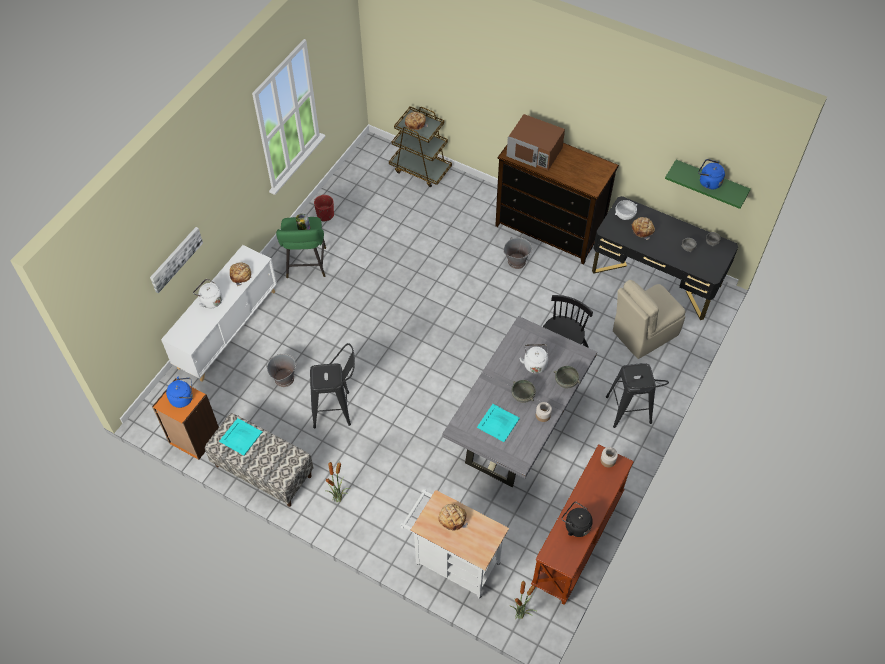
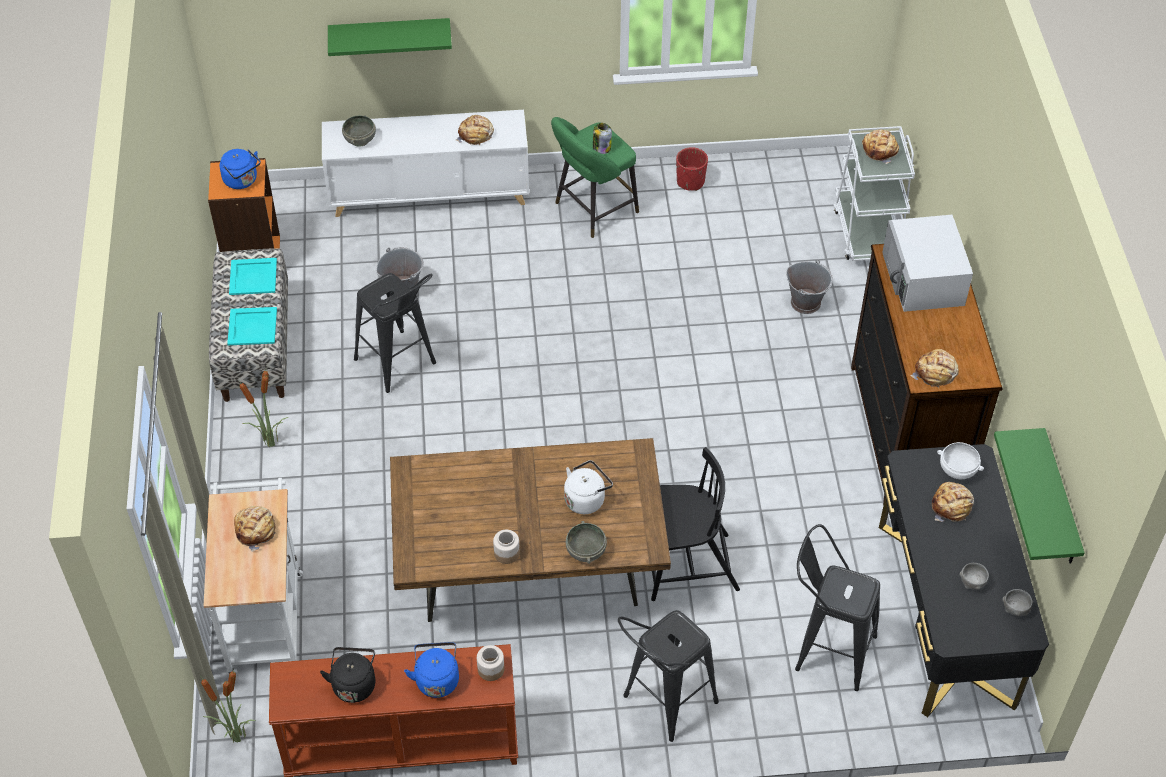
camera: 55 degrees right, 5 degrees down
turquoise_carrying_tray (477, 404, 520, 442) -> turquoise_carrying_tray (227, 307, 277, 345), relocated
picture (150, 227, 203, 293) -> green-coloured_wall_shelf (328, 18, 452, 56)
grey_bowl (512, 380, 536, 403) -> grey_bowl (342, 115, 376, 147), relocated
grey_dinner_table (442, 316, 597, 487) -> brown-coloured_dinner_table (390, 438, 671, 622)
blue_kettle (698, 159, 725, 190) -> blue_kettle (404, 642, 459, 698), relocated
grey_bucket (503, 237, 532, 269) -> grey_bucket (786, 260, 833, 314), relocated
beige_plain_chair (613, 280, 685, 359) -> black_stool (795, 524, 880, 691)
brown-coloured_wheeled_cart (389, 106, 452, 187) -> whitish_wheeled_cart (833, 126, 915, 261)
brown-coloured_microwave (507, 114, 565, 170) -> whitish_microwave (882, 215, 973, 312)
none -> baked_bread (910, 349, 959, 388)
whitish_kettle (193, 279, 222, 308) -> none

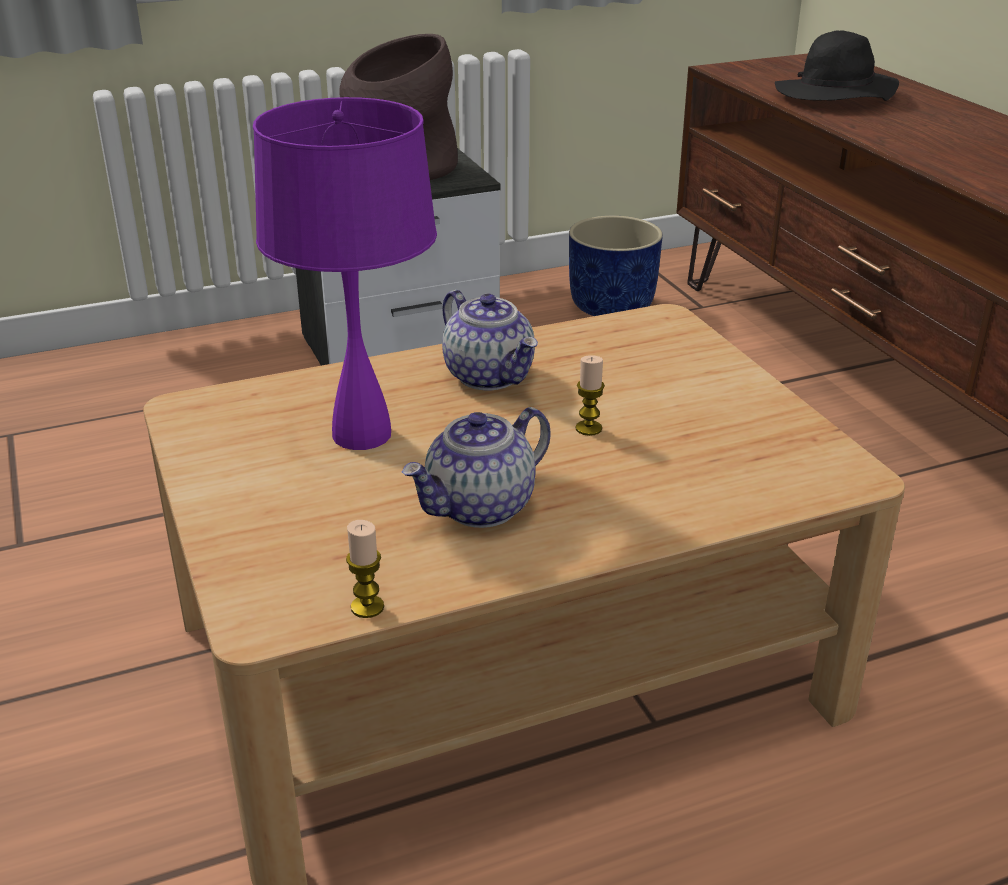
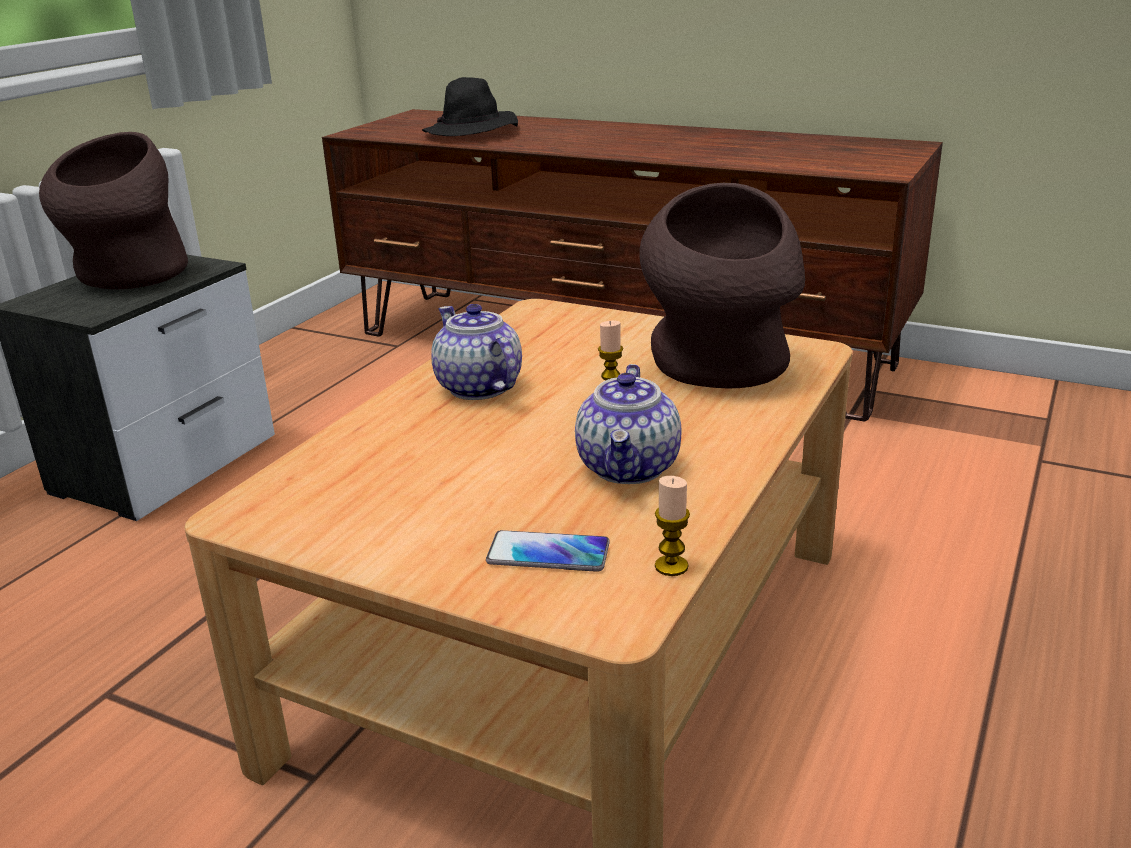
camera: 40 degrees left, 5 degrees down
tea_pot (442, 290, 538, 391) -> tea_pot (431, 304, 522, 400), 135 degrees counterclockwise
none -> handset (486, 530, 610, 572)
none -> brown-coloured_decorative_vase (639, 183, 805, 388)
purple_tabletop_lamp (253, 97, 437, 450) -> none
blue_flower_pot (569, 216, 663, 316) -> none

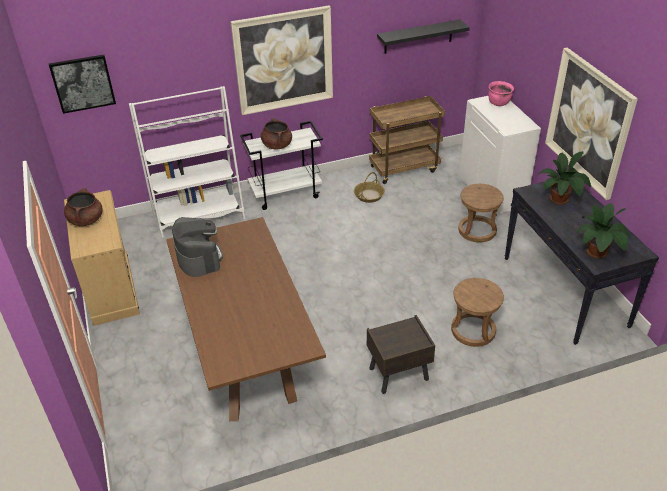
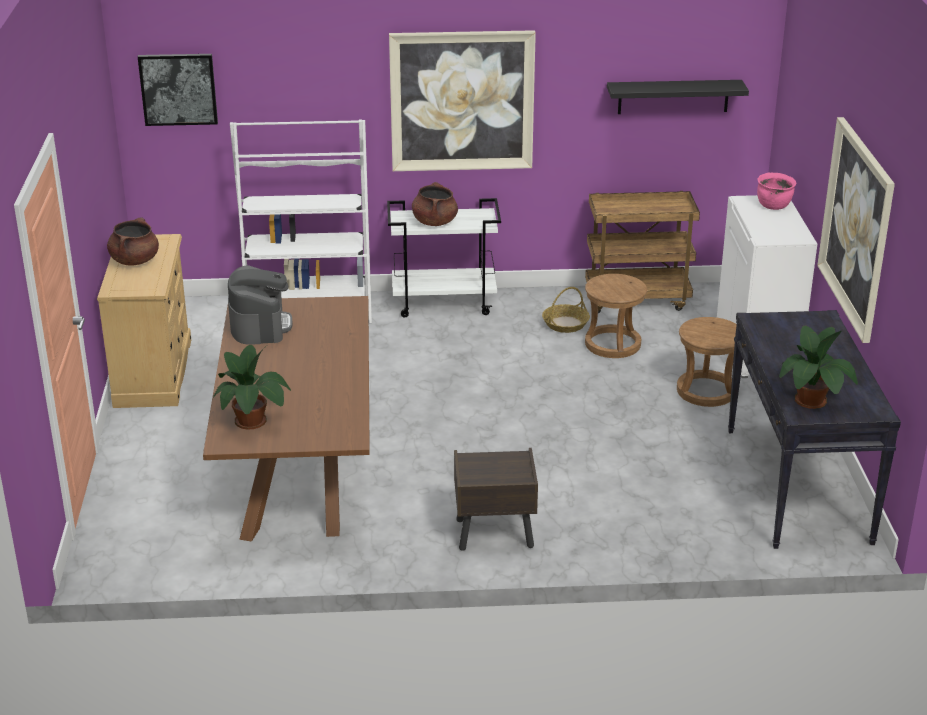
camera: 15 degrees right, 10 degrees down
plant_in_a_pot (537, 151, 591, 205) -> plant_in_a_pot (213, 345, 291, 430), relocated
brown-coloured_stool (451, 278, 504, 347) -> brown-coloured_stool (585, 274, 647, 358), relocated

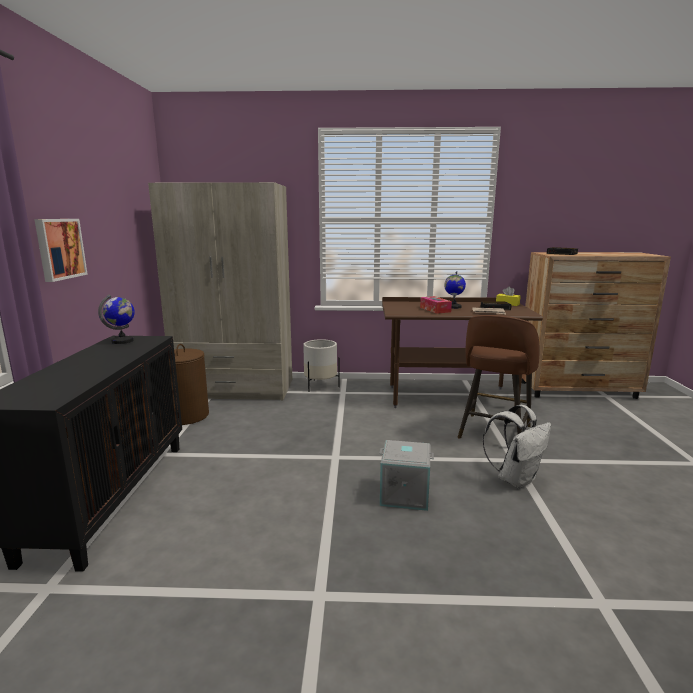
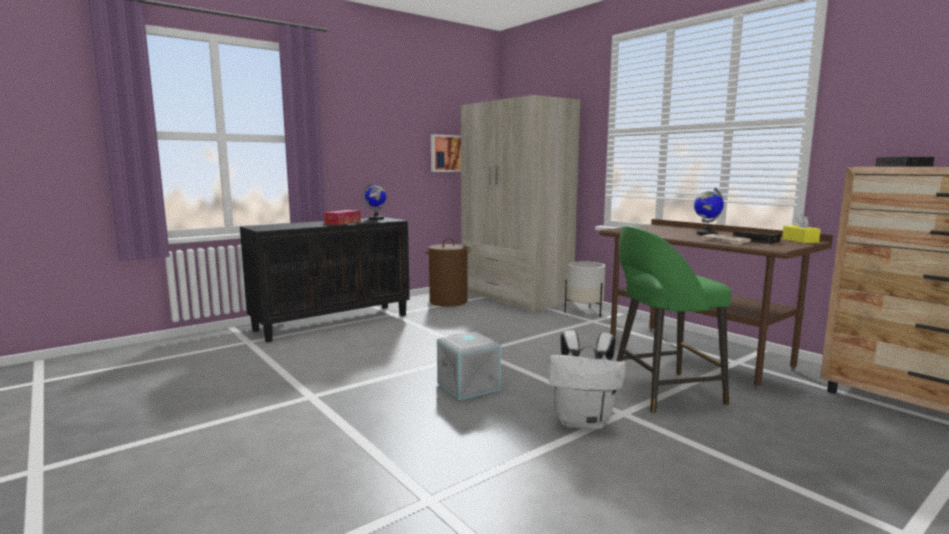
camera: 50 degrees right, 5 degrees down
tissue_holder (420, 296, 452, 314) -> tissue_holder (324, 210, 361, 225), relocated
picture (34, 219, 88, 282) -> picture (431, 134, 461, 172), relocated
brown-coloured_stool (458, 315, 540, 438) -> green-coloured_stool (617, 226, 731, 413)

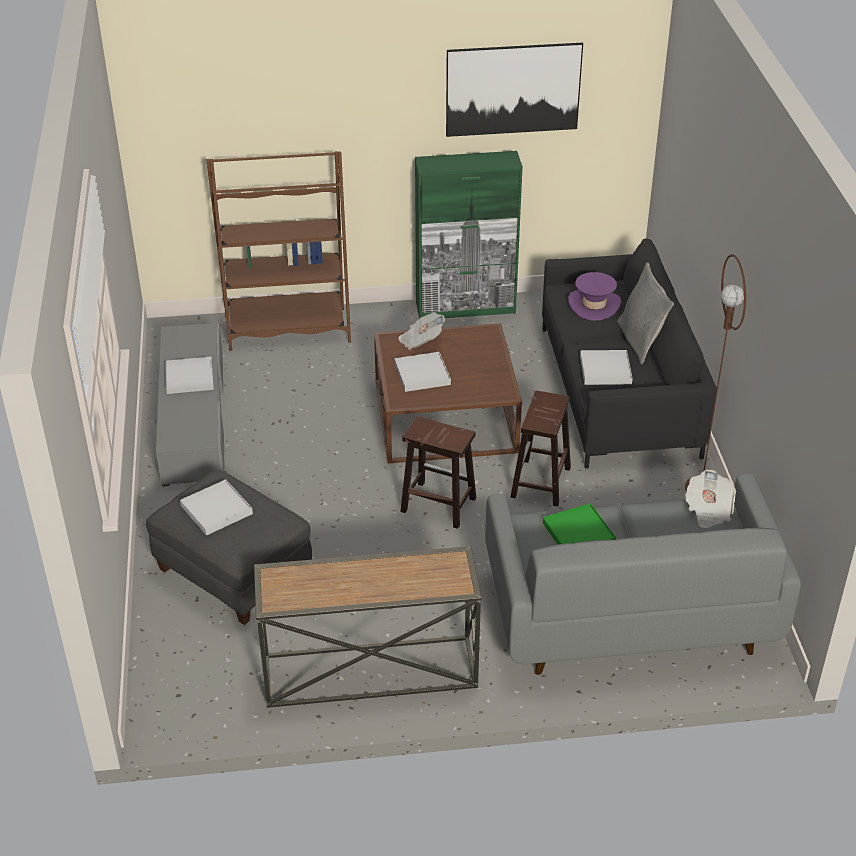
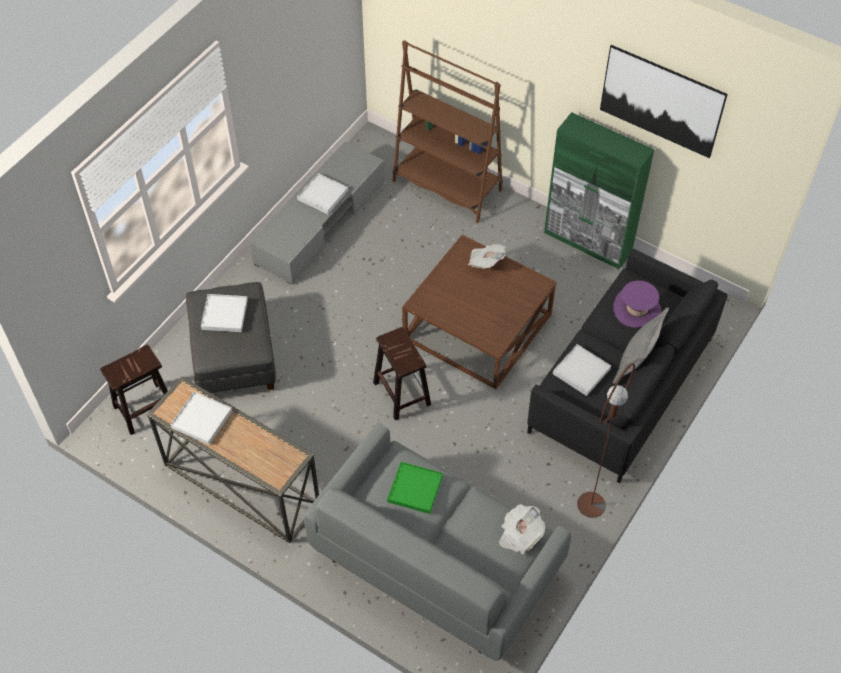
camera: 40 degrees right, 15 degrees up
brown-coloured_stool (511, 390, 571, 507) -> brown-coloured_stool (100, 344, 168, 435), relocated
whitish_carrying_tray (394, 352, 451, 392) -> whitish_carrying_tray (171, 391, 232, 445), relocated

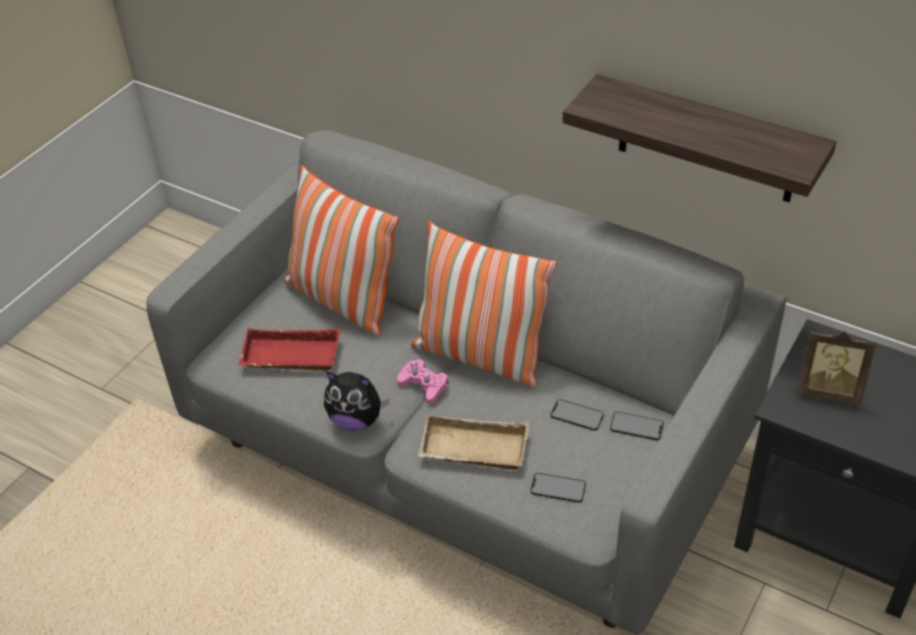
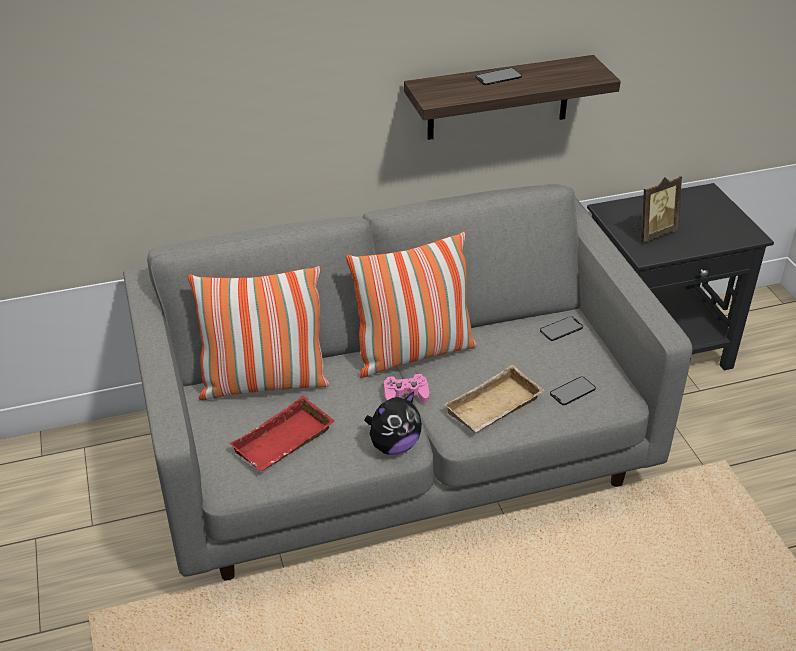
camera: 50 degrees left, 5 degrees down
handset (551, 399, 604, 431) -> handset (476, 68, 522, 85), relocated

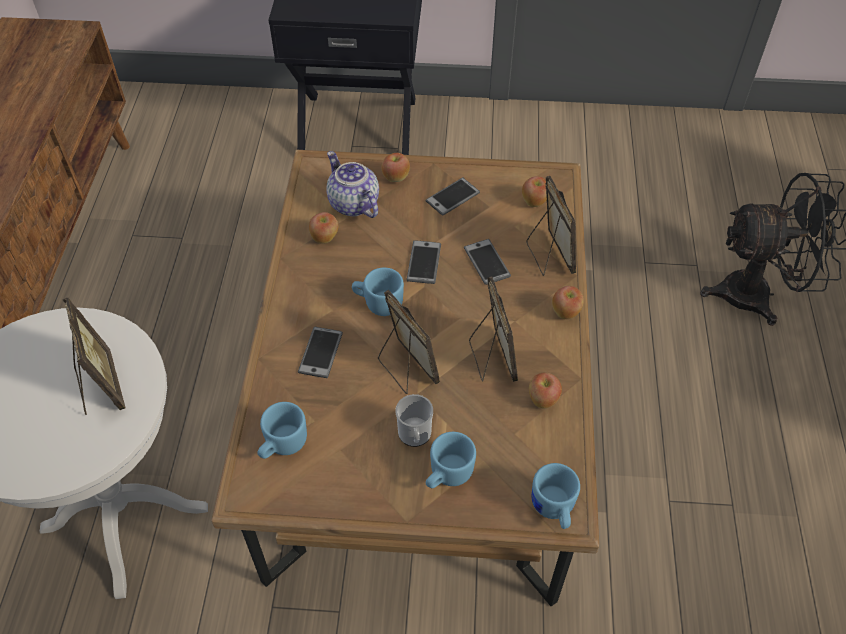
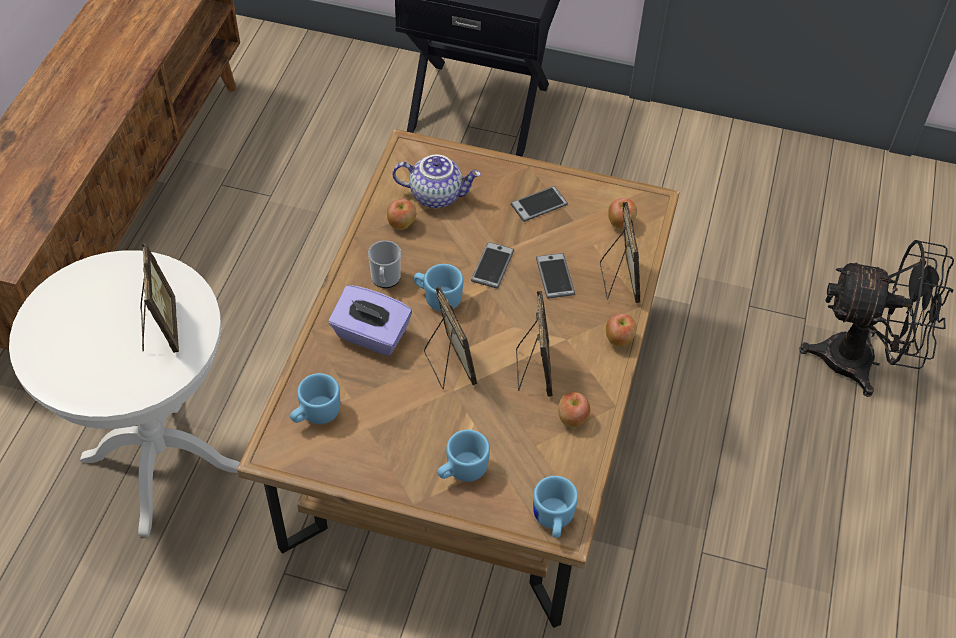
camera: 10 degrees right, 0 degrees up
handset (298, 327, 343, 378) -> purple_tissue_holder (329, 285, 412, 356)
coffee_mug (395, 394, 433, 447) -> coffee_mug (368, 240, 401, 288), relocated
tea_pot (326, 151, 379, 218) -> tea_pot (392, 155, 481, 208), 120 degrees clockwise
apple_fruit (381, 153, 410, 182) -> none

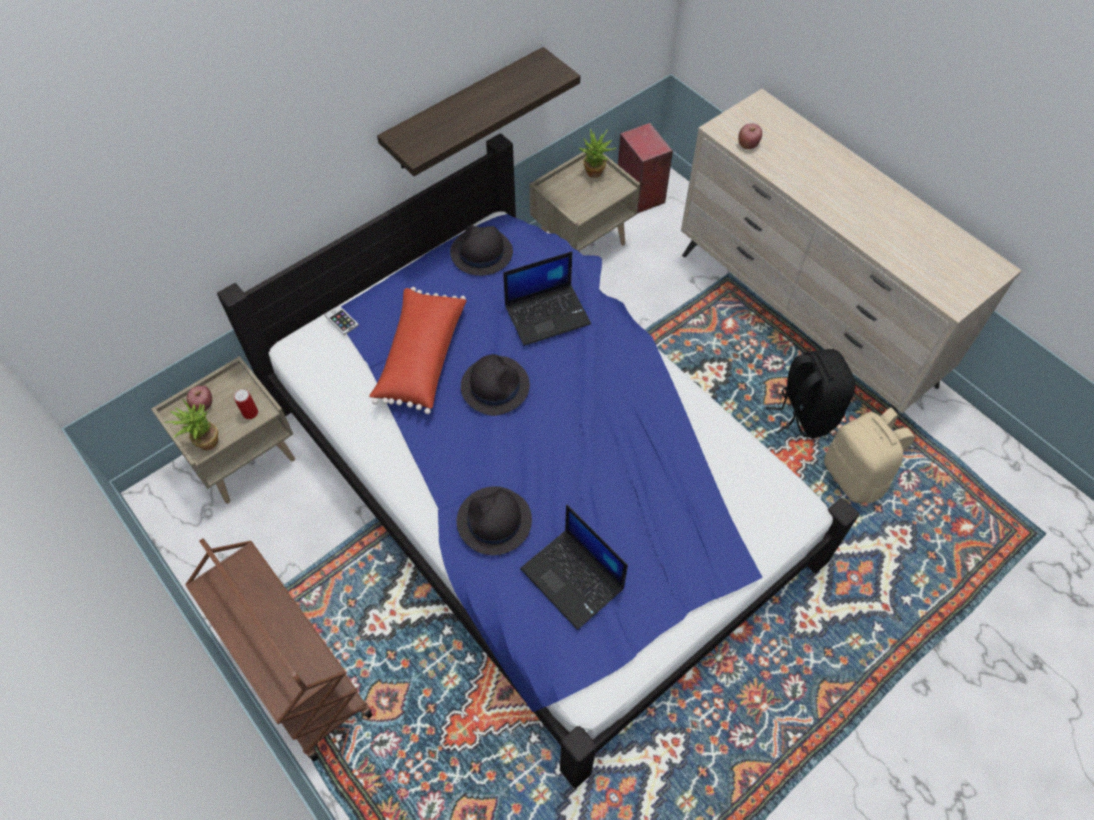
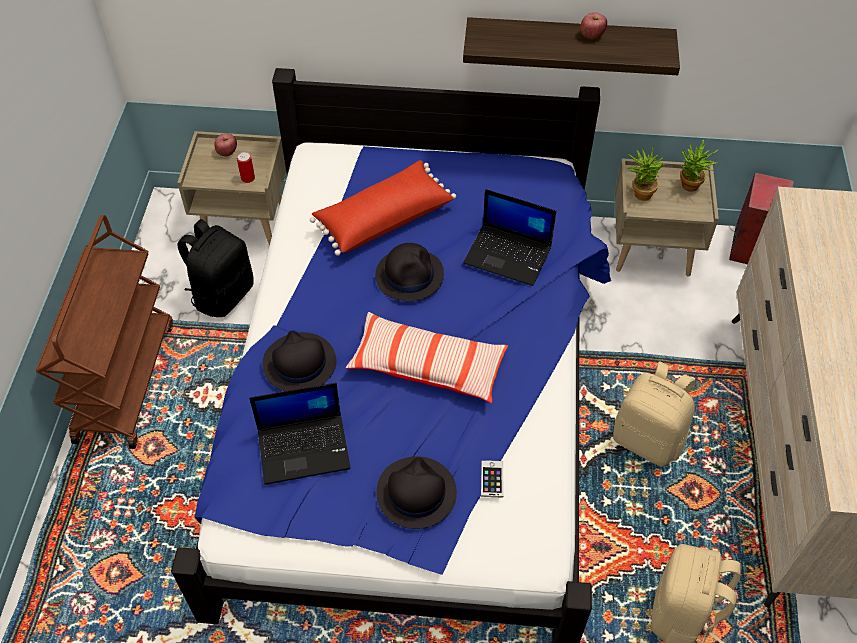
camera: 45 degrees right, 5 degrees down
black_rucksack (767, 349, 855, 438) -> black_rucksack (178, 219, 254, 317), relocated
portable_computer (520, 505, 628, 630) -> portable_computer (249, 383, 351, 485), 105 degrees counterclockwise
none -> cushion (346, 312, 508, 403)
black_clothing_hat (450, 225, 513, 276) -> black_clothing_hat (376, 456, 457, 529), relocated
handset (325, 305, 359, 335) -> handset (481, 460, 503, 498), relocated
apple_fruit (738, 124, 762, 149) -> apple_fruit (580, 12, 607, 39), relocated
none -> beige_rucksack (613, 361, 695, 467)
plant_in_a_pot (164, 399, 218, 450) -> plant_in_a_pot (628, 146, 665, 201), relocated

